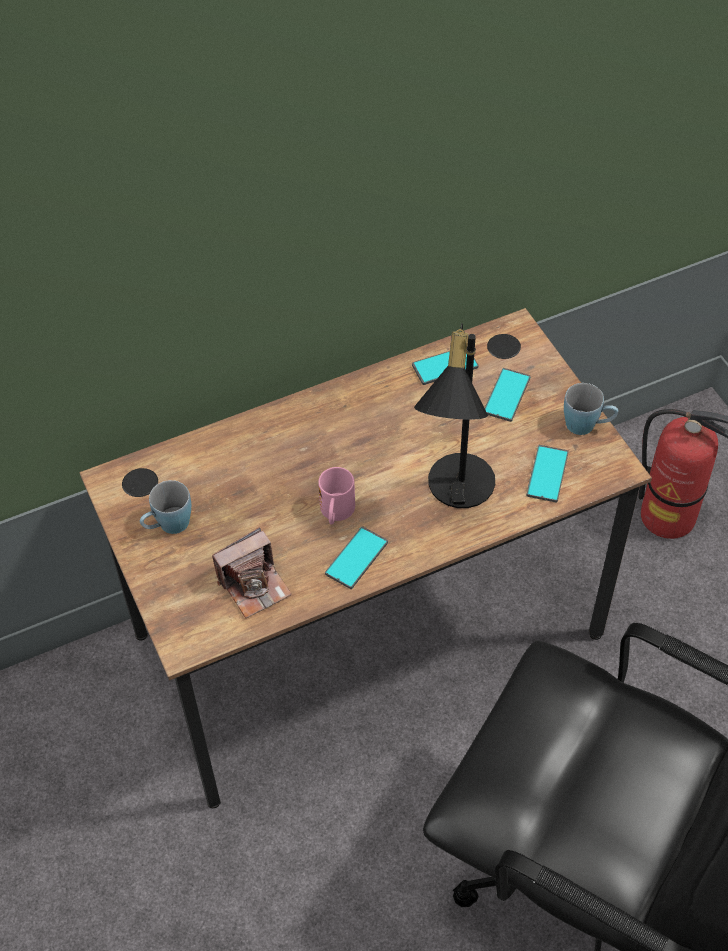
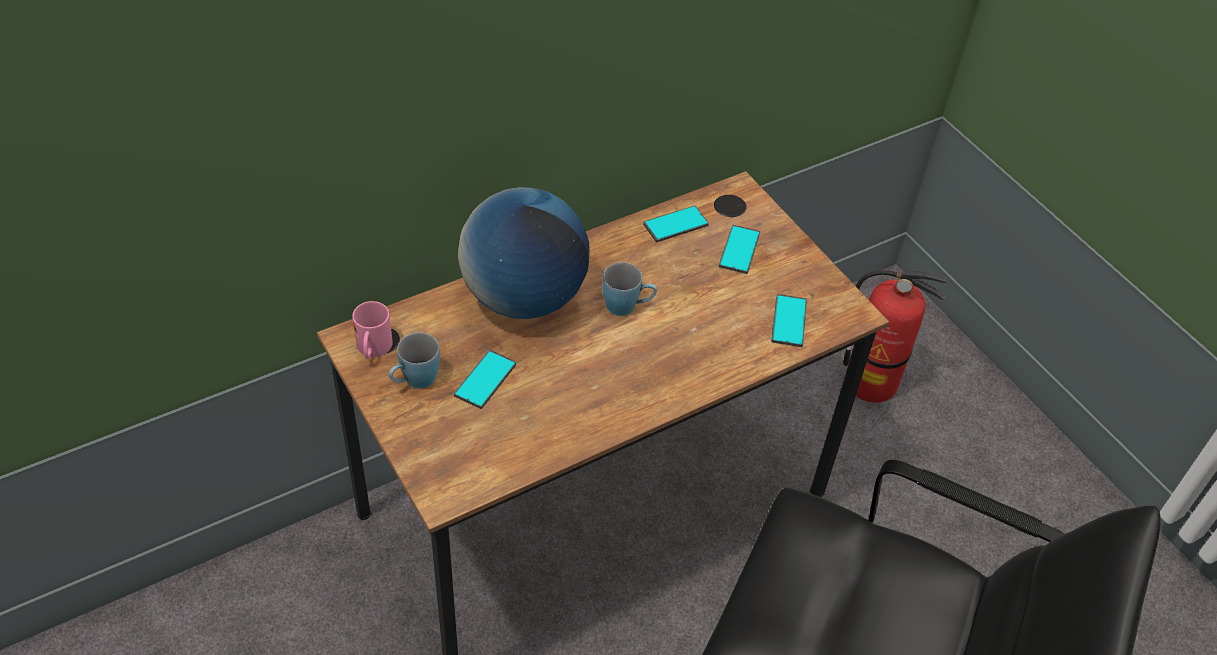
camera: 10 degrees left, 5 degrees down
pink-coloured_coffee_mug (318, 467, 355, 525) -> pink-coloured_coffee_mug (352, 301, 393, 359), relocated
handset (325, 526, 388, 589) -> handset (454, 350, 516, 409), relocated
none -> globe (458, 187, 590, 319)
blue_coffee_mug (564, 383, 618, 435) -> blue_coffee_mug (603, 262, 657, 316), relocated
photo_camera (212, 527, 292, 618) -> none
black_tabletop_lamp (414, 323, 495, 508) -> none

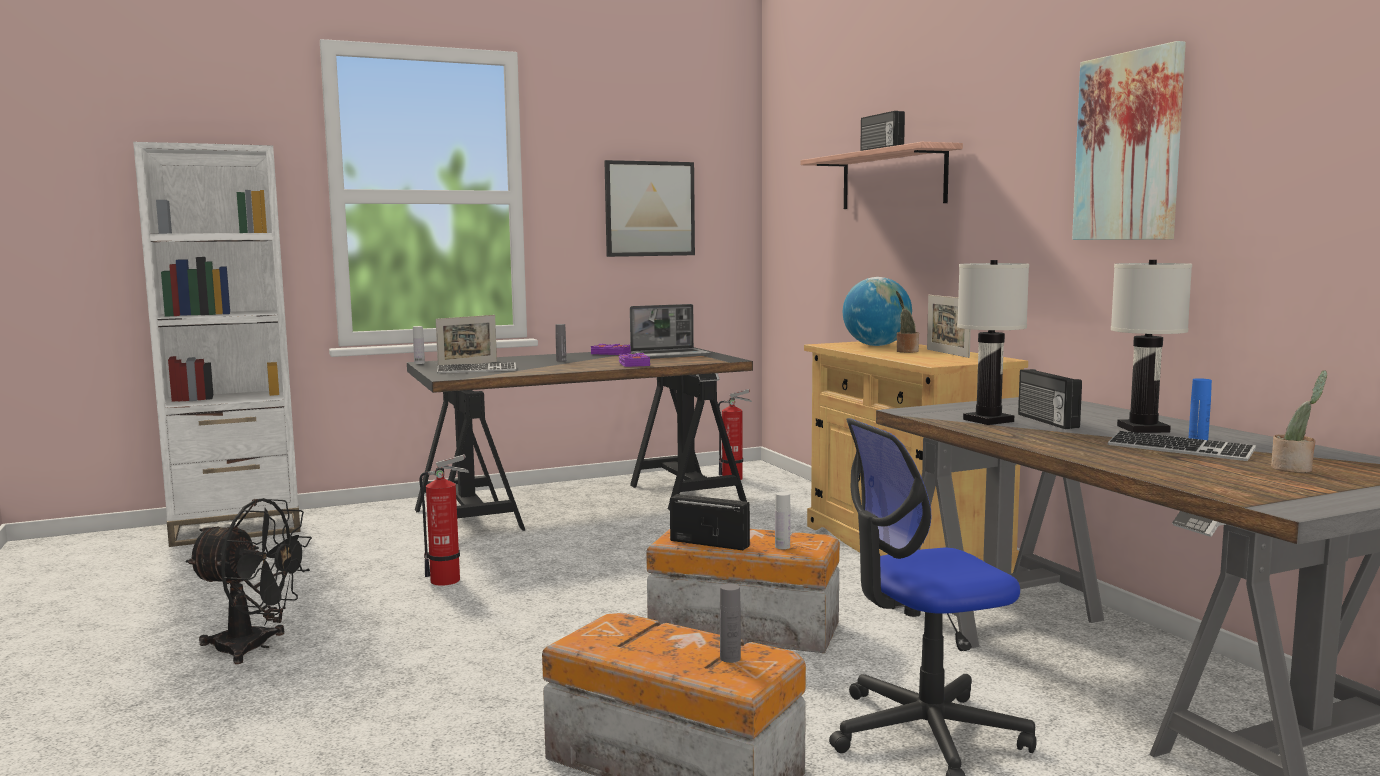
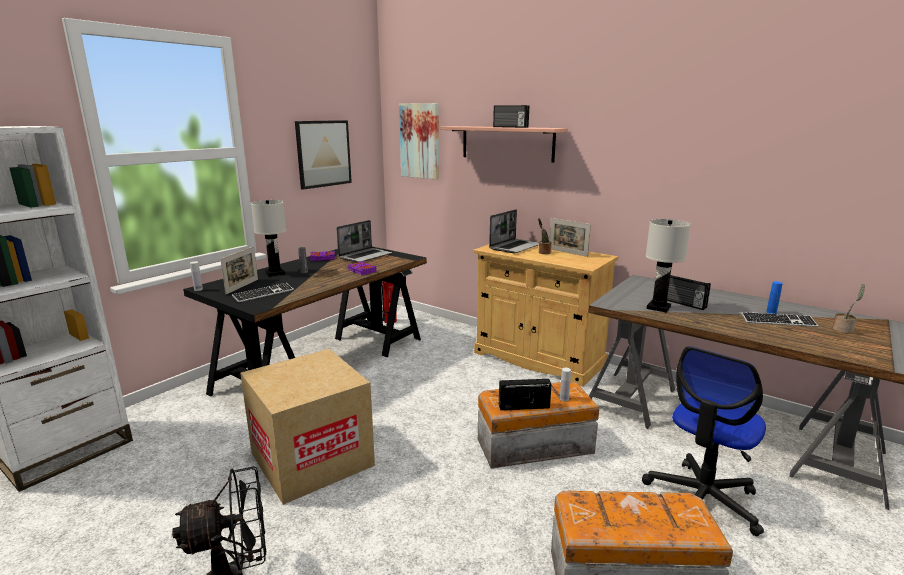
camera: 30 degrees left, 10 degrees up
fire-fighting_cylinder (419, 454, 469, 586) -> packing_box (240, 349, 375, 505)
whitish_tabletop_lamp (1111, 260, 1192, 433) -> whitish_tabletop_lamp (251, 200, 287, 277), relocated
picture (1072, 41, 1186, 240) -> picture (399, 103, 439, 180), relocated
globe (843, 277, 912, 346) -> portable_computer (489, 209, 539, 254)
grey_beverage_bottle (720, 584, 741, 663) -> none

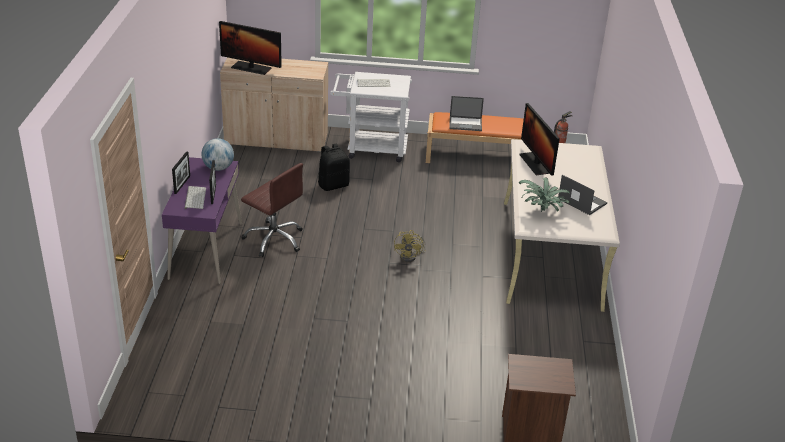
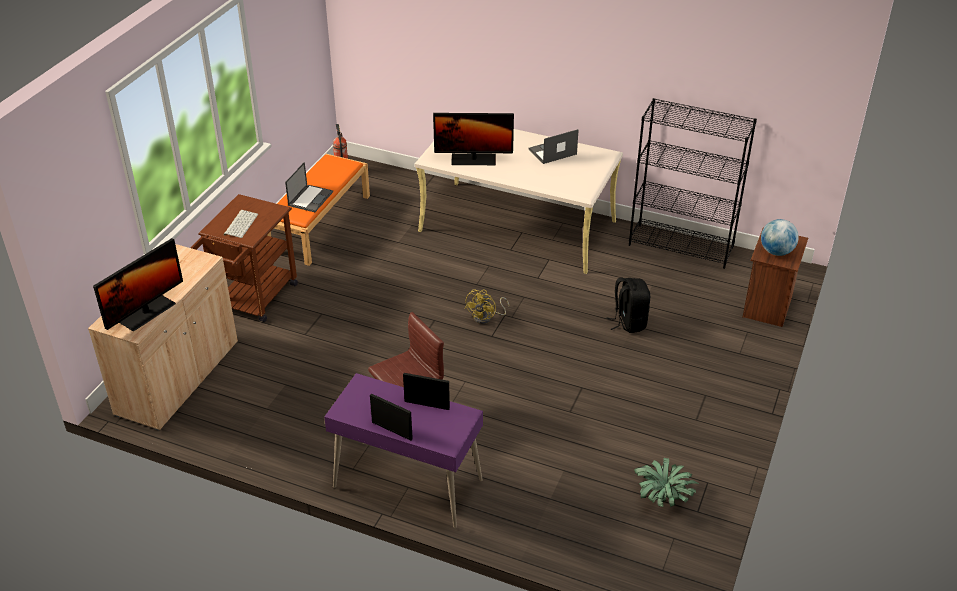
camera: 70 degrees left, 5 degrees up
whitish_wheeled_cart (330, 72, 412, 162) -> brown-coloured_wheeled_cart (190, 194, 298, 322)
yellow-coloured_cooling_fan (394, 230, 426, 262) -> yellow-coloured_cooling_fan (465, 289, 509, 324), 90 degrees clockwise
black_rucksack (318, 144, 350, 191) -> black_rucksack (606, 278, 650, 333), relocated
none -> black_shelving_unit (629, 98, 757, 269)
plant_in_a_pot (519, 177, 571, 212) -> plant_in_a_pot (634, 458, 699, 507), relocated
globe (201, 138, 234, 171) -> globe (761, 219, 799, 256), relocated
computer_keyboard (184, 186, 206, 209) -> none

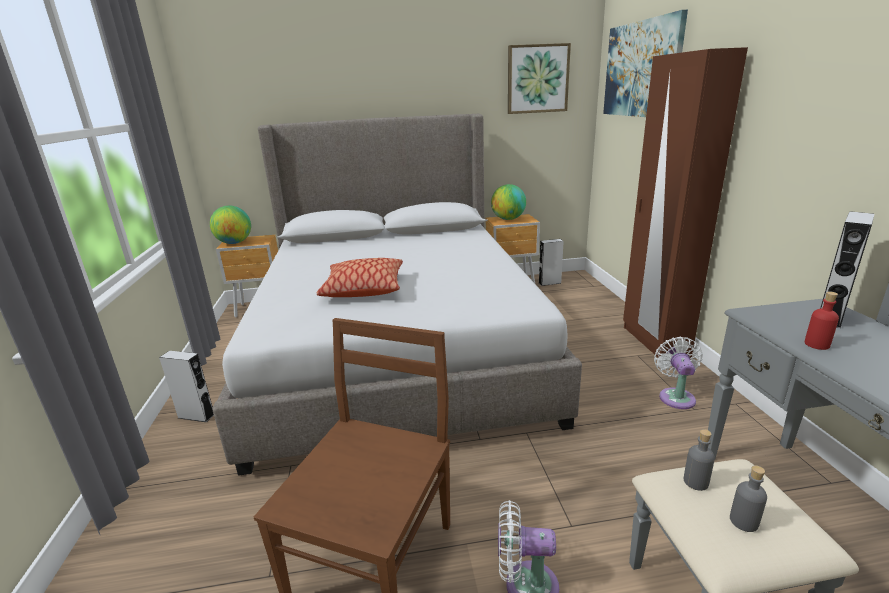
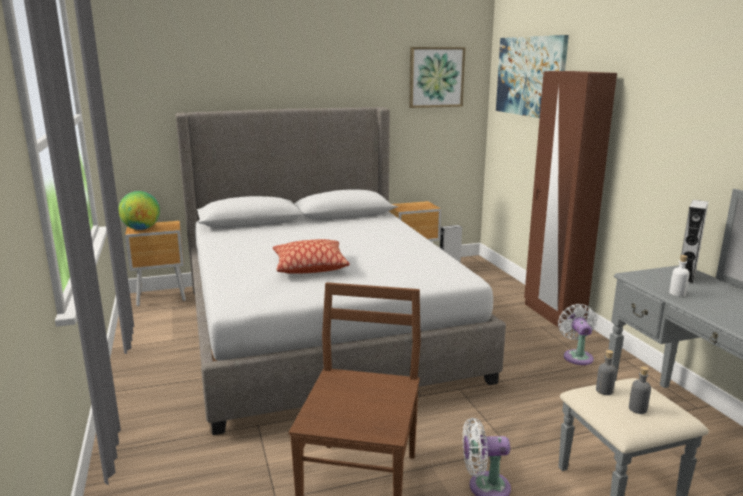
camera: 10 degrees left, 5 degrees down
red-coloured_beverage_bottle (804, 292, 839, 350) -> whitish_beverage_bottle (669, 255, 690, 297)
grey_audio_speaker (159, 351, 214, 422) -> none
globe (491, 184, 526, 220) -> none

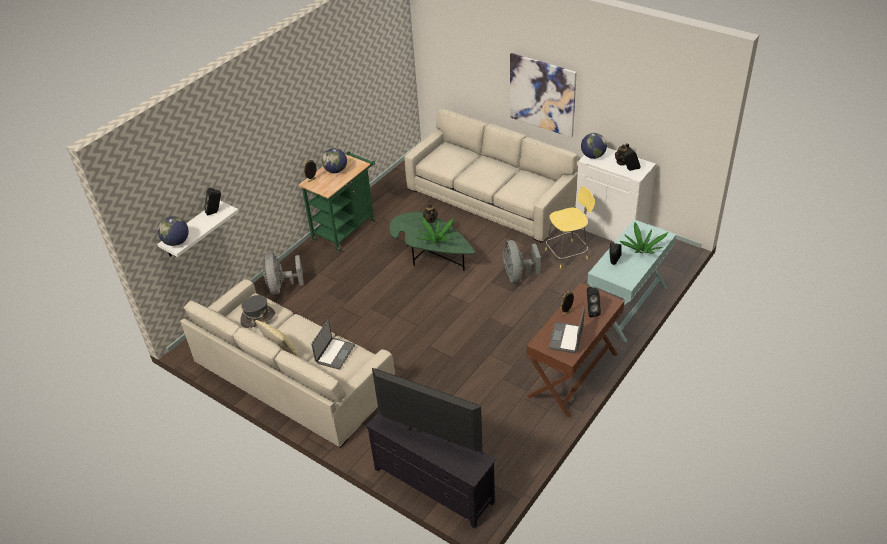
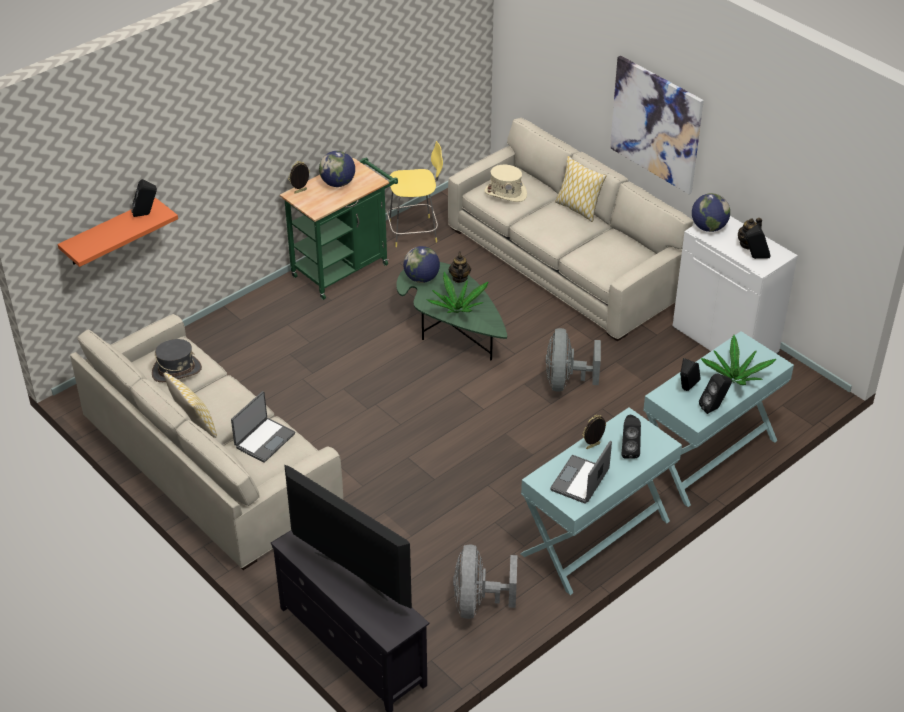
camera: 10 degrees right, 0 degrees up
whitish_wall_shelf (157, 201, 239, 257) -> orangey_wall_shelf (58, 198, 178, 267)
yellow-coloured_stool (545, 186, 595, 268) -> yellow-coloured_stool (387, 141, 443, 247), relocated
globe (158, 216, 189, 246) -> globe (403, 246, 440, 283), relocated
grey_cooling_fan (263, 252, 304, 295) -> grey_cooling_fan (453, 544, 517, 619), relocated
none -> beige_clothing_hat (484, 165, 527, 202)
brown-coloured_narrow_table (527, 283, 624, 418) -> turquoise_narrow_table (520, 407, 682, 595)
none -> cushion (555, 156, 607, 222)
none -> black_audio_speaker (699, 373, 732, 414)

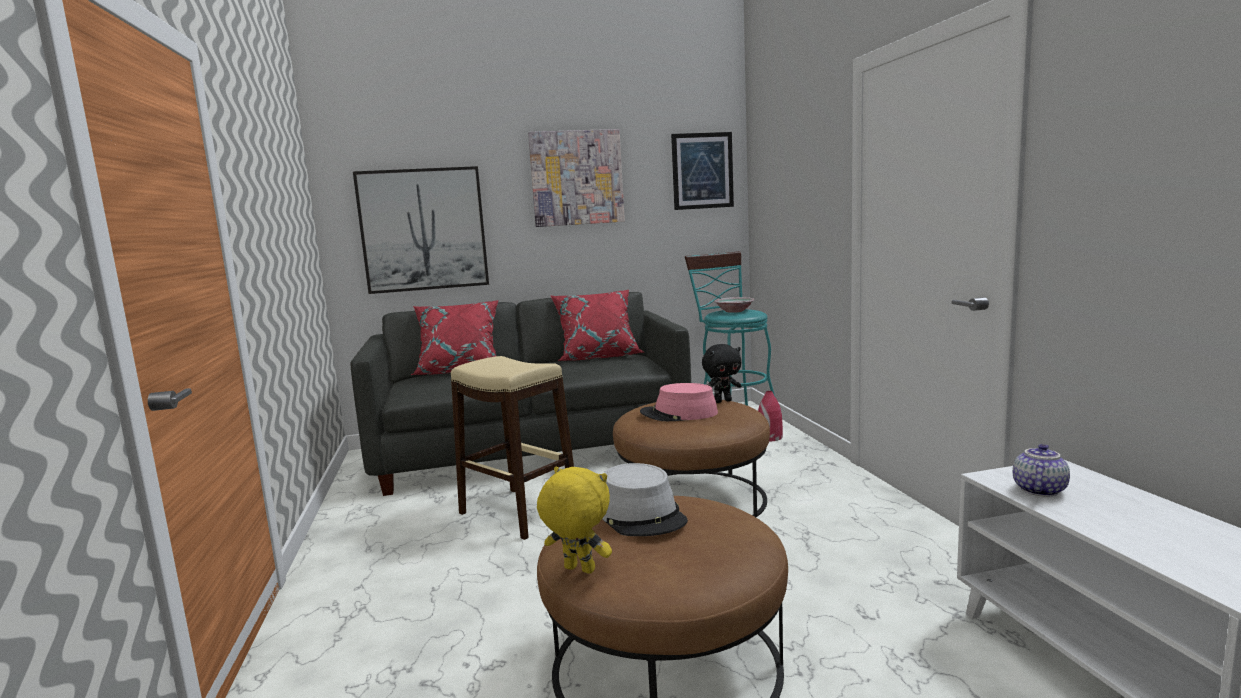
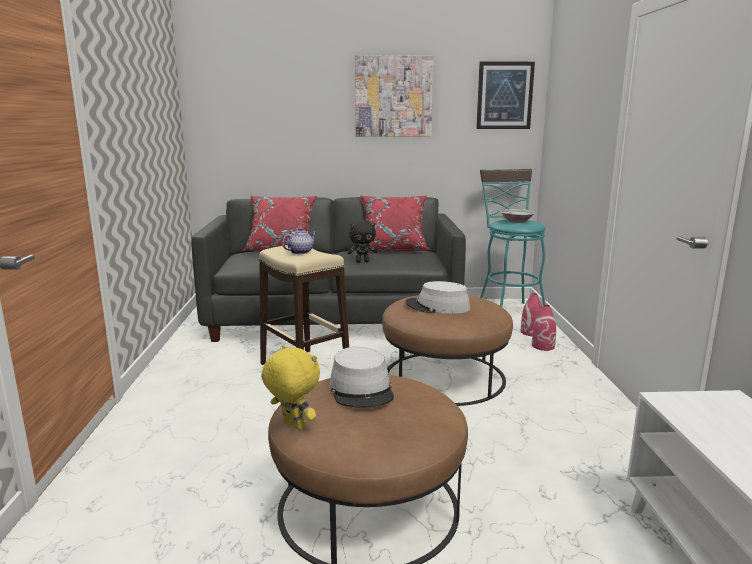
camera: 10 degrees right, 5 degrees up
tea_pot (1013, 444, 1070, 497) -> tea_pot (282, 228, 317, 254), relocated
black_plush_toy (702, 344, 741, 403) -> black_plush_toy (348, 220, 377, 263), relocated
pink-coloured_clothing_hat (640, 383, 718, 421) -> grey_clothing_hat (405, 281, 470, 314)
none -> red-coloured_decorative_vase (532, 305, 556, 351)
picture (353, 166, 489, 294) -> none

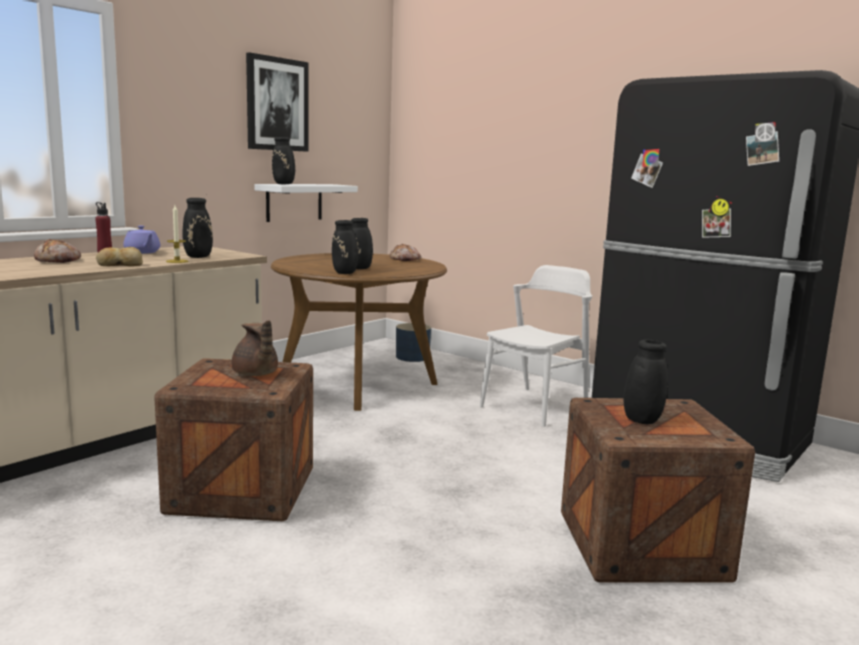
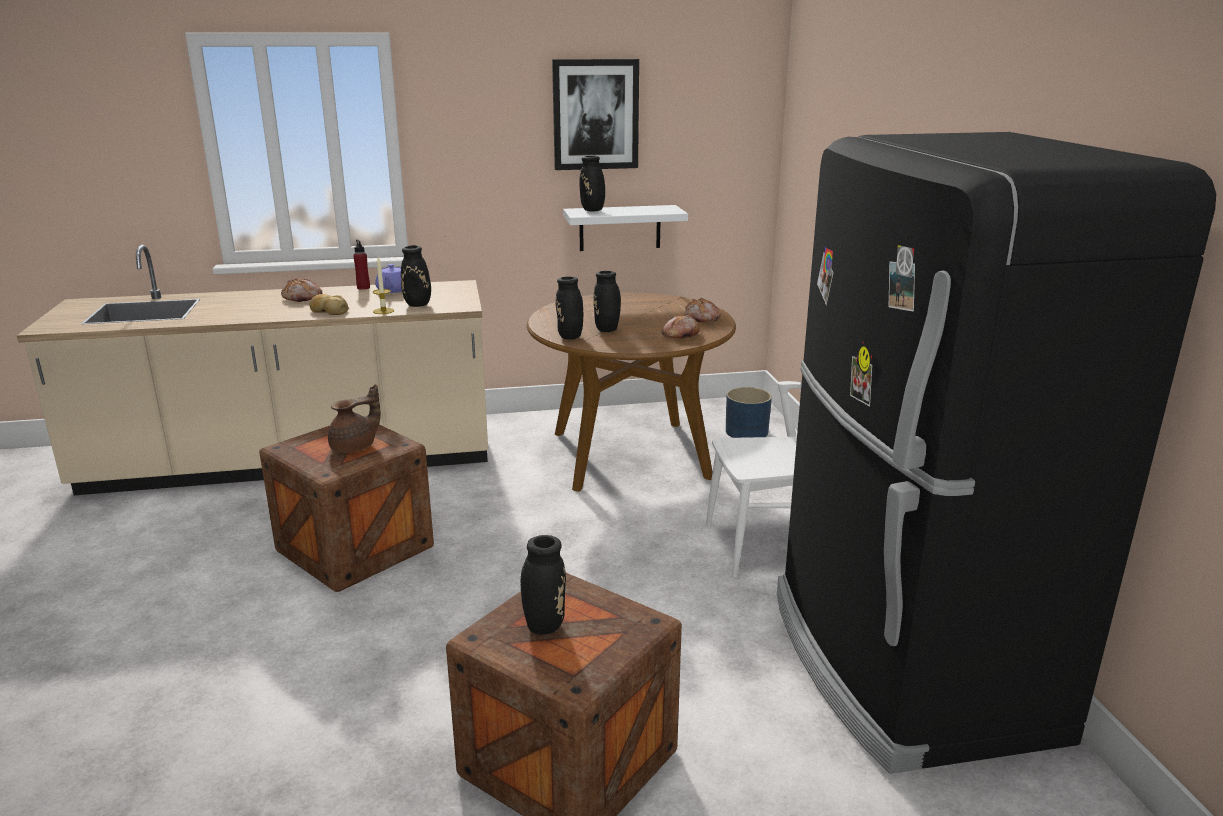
camera: 40 degrees right, 10 degrees up
brown-coloured_tea_pot (232, 320, 278, 376) -> brown-coloured_tea_pot (328, 384, 381, 453), 135 degrees counterclockwise
none -> baked_bread (662, 315, 700, 339)

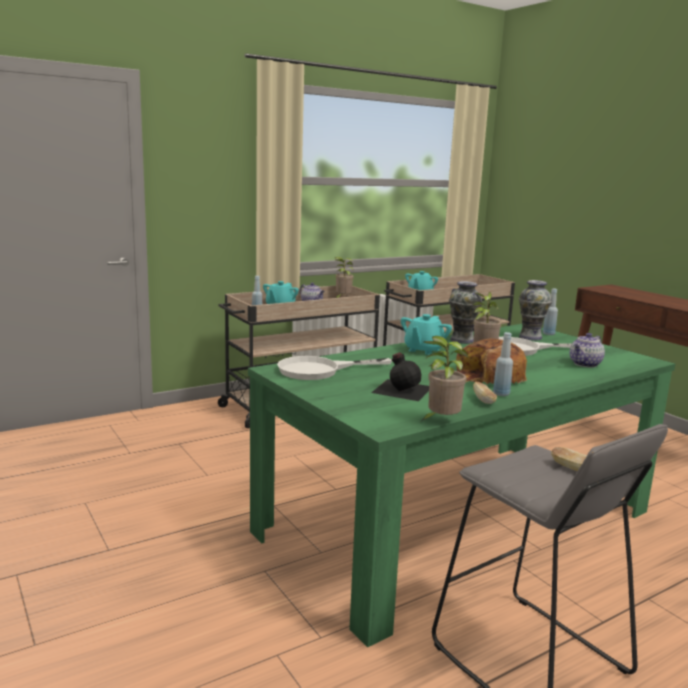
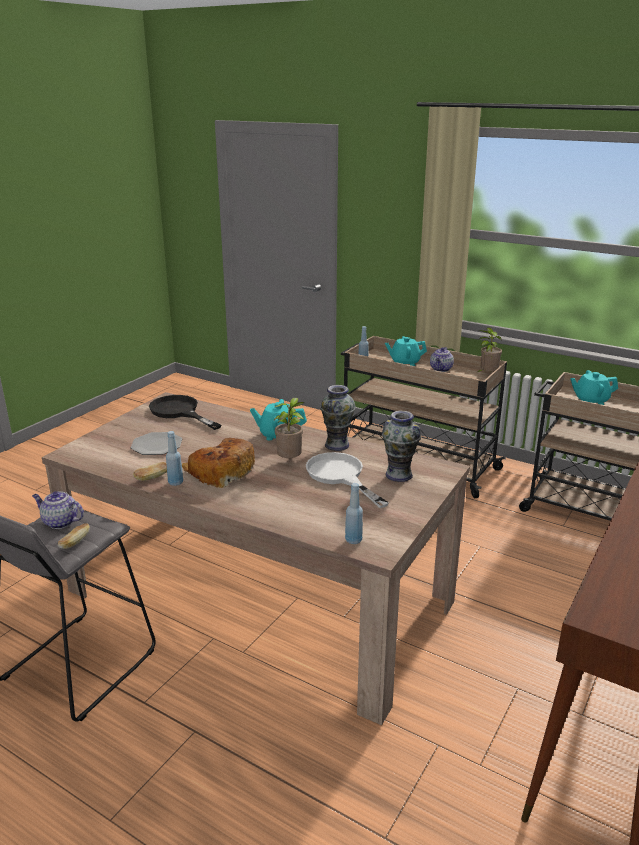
camera: 65 degrees right, 10 degrees up
tea_pot (570, 333, 605, 368) -> tea_pot (32, 491, 84, 529), relocated
green-coloured_dinner_table (248, 324, 675, 647) -> beige_dinner_table (42, 392, 470, 725)
black_beverage_bottle (371, 352, 429, 401) -> dinner_plate (130, 432, 182, 455)
whitish_pan (277, 356, 392, 380) -> black_pan (149, 395, 221, 430)
blue_beverage_bottle (543, 288, 558, 335) -> blue_beverage_bottle (345, 483, 363, 544), relocated
plant_in_a_pot (420, 336, 468, 422) -> none

